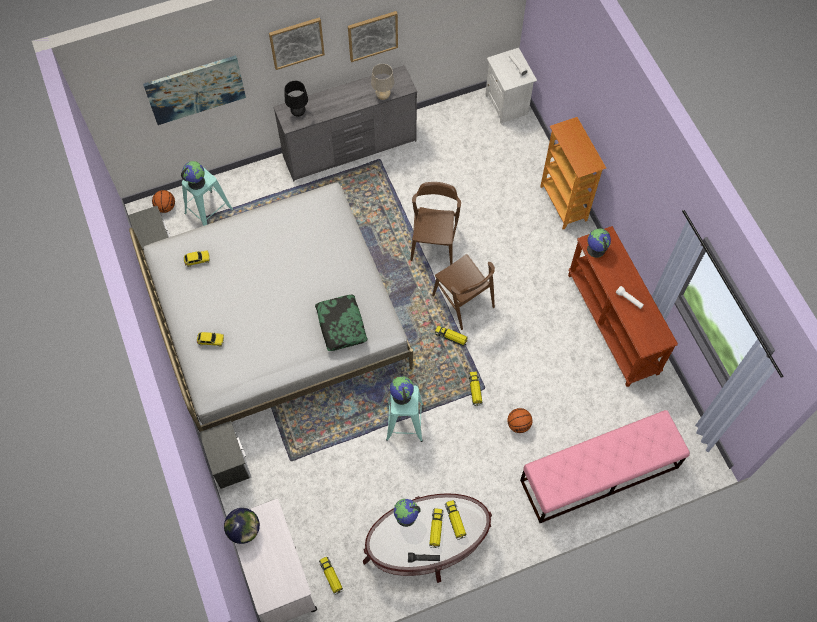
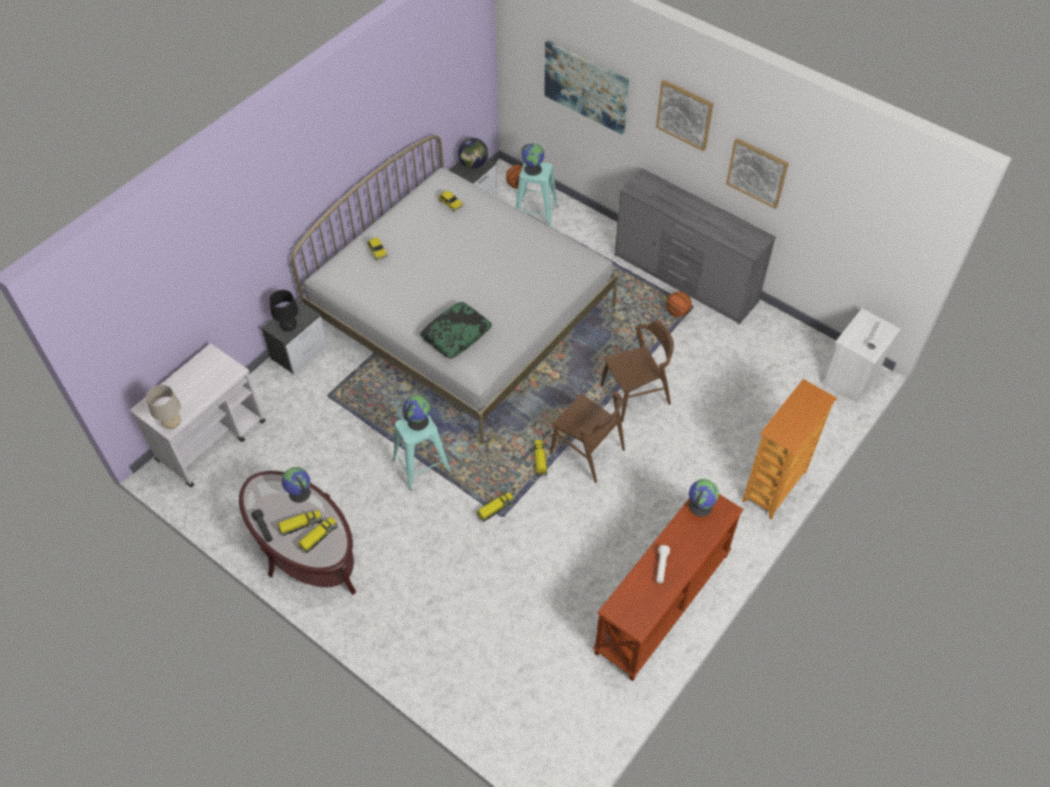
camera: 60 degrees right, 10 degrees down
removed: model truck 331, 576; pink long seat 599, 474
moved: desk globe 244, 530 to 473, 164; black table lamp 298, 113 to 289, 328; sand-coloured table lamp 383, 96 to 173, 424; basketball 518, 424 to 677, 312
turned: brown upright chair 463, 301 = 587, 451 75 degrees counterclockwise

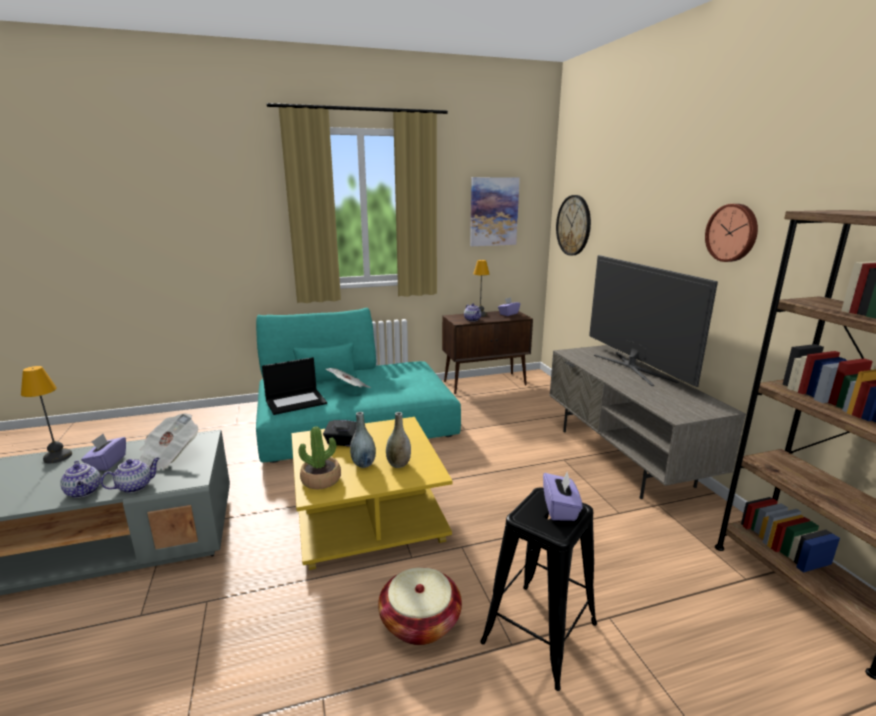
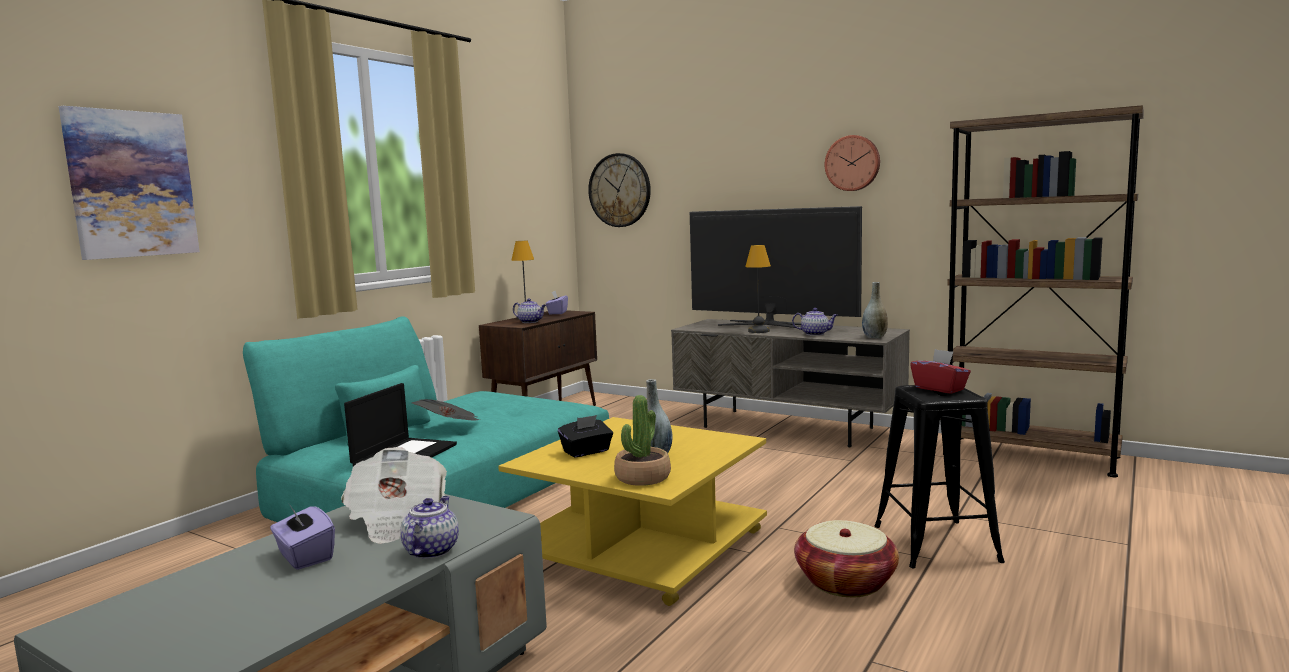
camera: 40 degrees left, 10 degrees down
moved: table lamp 57, 457 to 758, 331; tea pot 84, 492 to 815, 334; greyish decorative vase 398, 464 to 874, 337; wall picture 493, 212 to 131, 184
recoloured: purple box of tissues 560, 508 to red-coloured box of tissues 940, 389

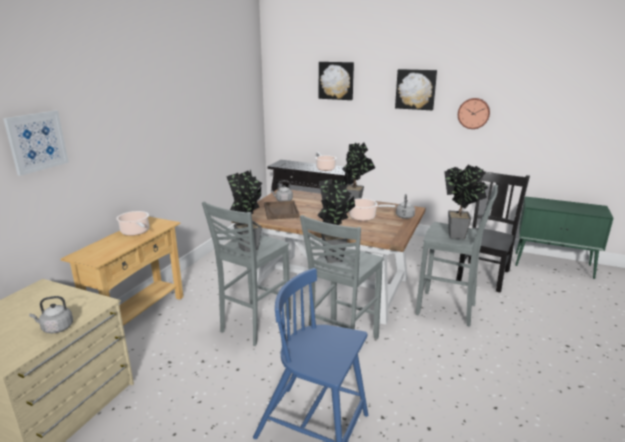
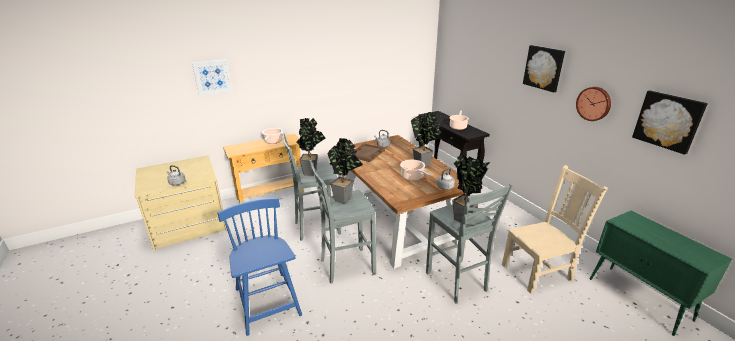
camera: 40 degrees right, 5 degrees up
moved: wall picture 336, 80 to 668, 121
recoloured: black upright chair 484, 275 to sand-coloured upright chair 538, 272

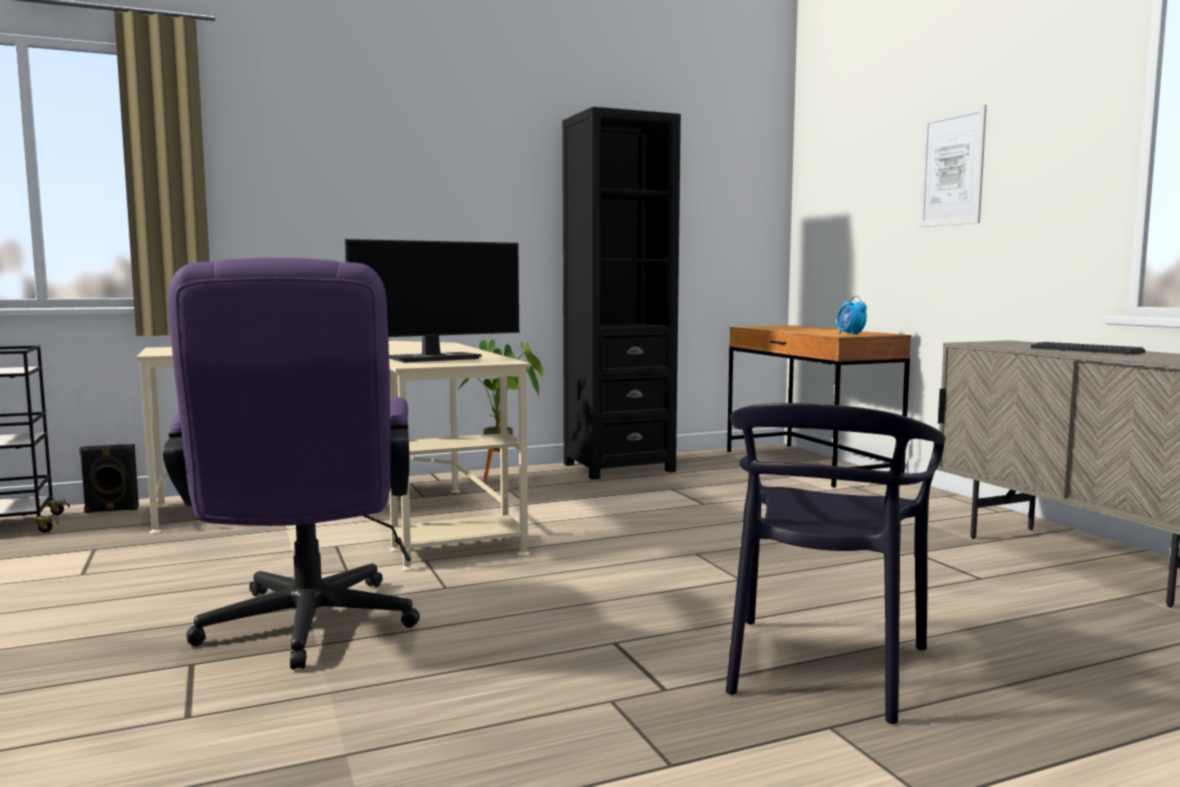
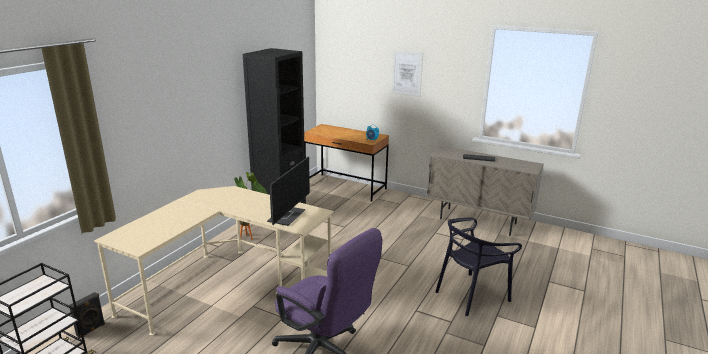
camera: 40 degrees left, 15 degrees up
turned: black upright chair 822, 666 = 471, 295 75 degrees clockwise

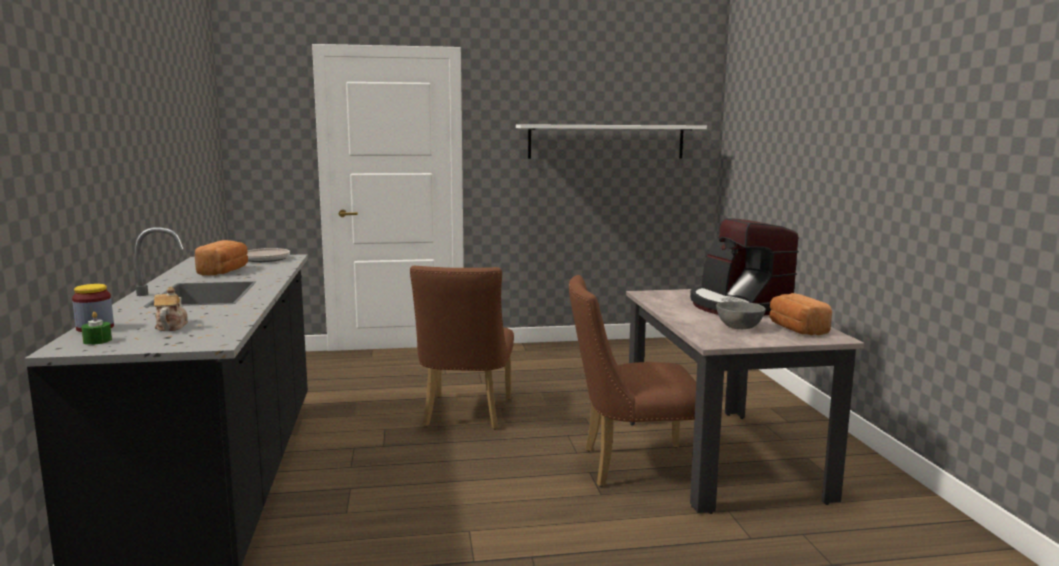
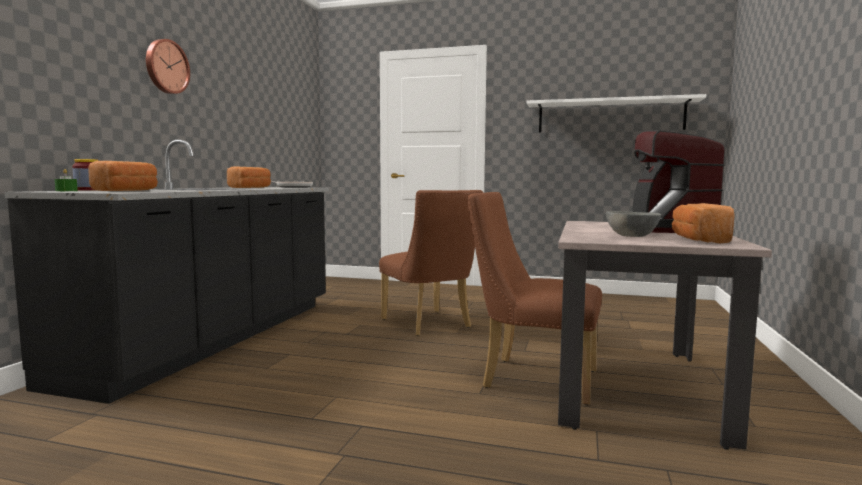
camera: 25 degrees right, 5 degrees down
added: hanging clock 166, 67
replaced: tea pot 171, 326 to baked bread 127, 190
turned: brown upright chair 465, 415 = 429, 325 60 degrees counterclockwise

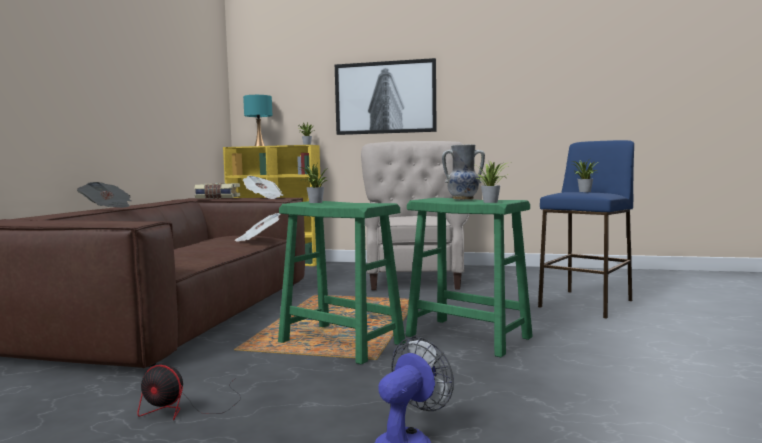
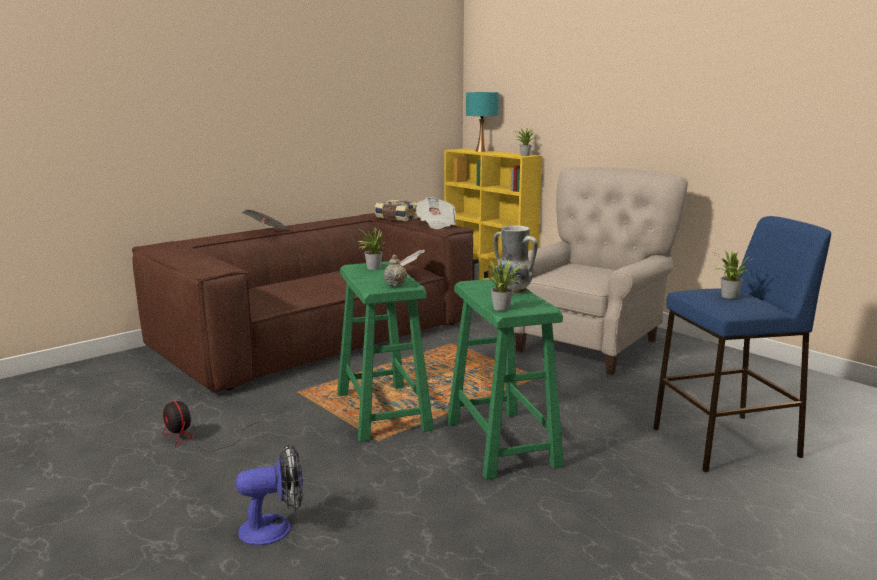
camera: 35 degrees right, 10 degrees up
removed: wall picture 385, 97
added: sand-coloured tea pot 395, 284

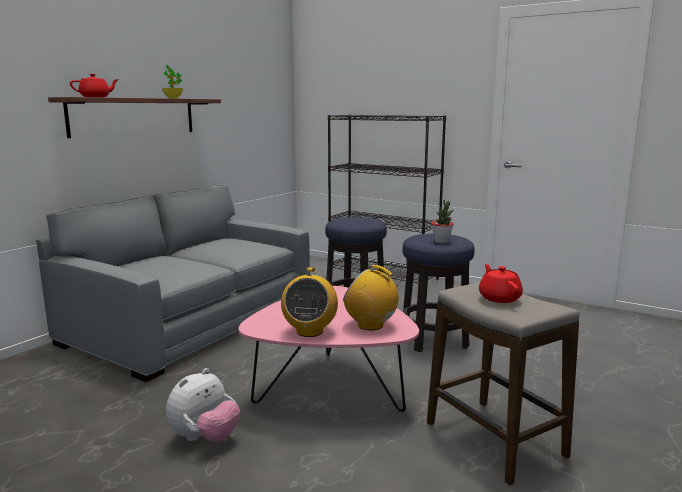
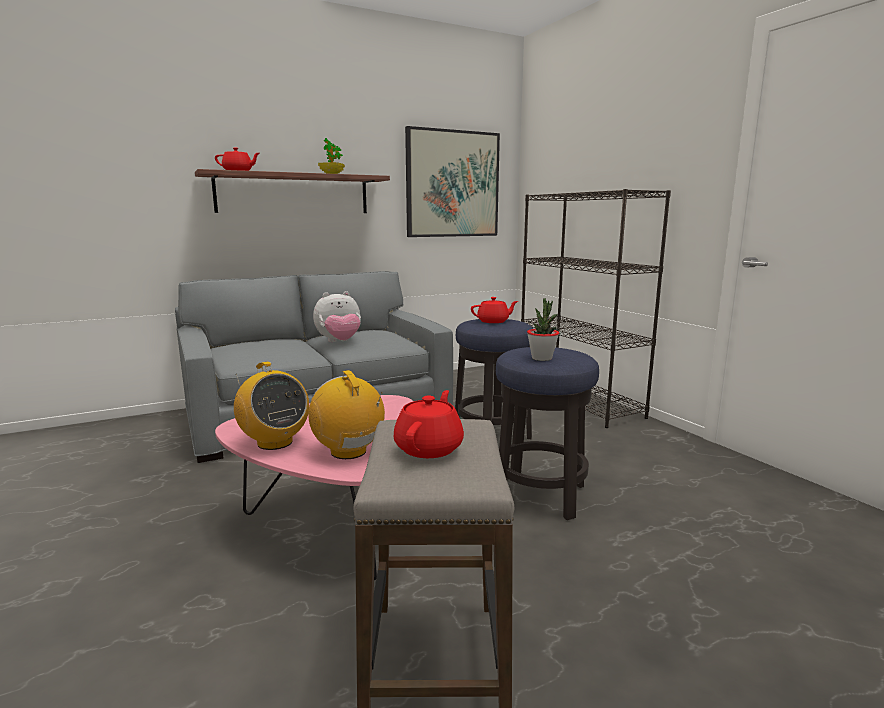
camera: 30 degrees right, 0 degrees up
added: wall picture 452, 184; red-coloured tea pot 493, 321
moved: soft toy 205, 438 to 339, 342
turned: radio 309, 331 = 274, 442 75 degrees counterclockwise

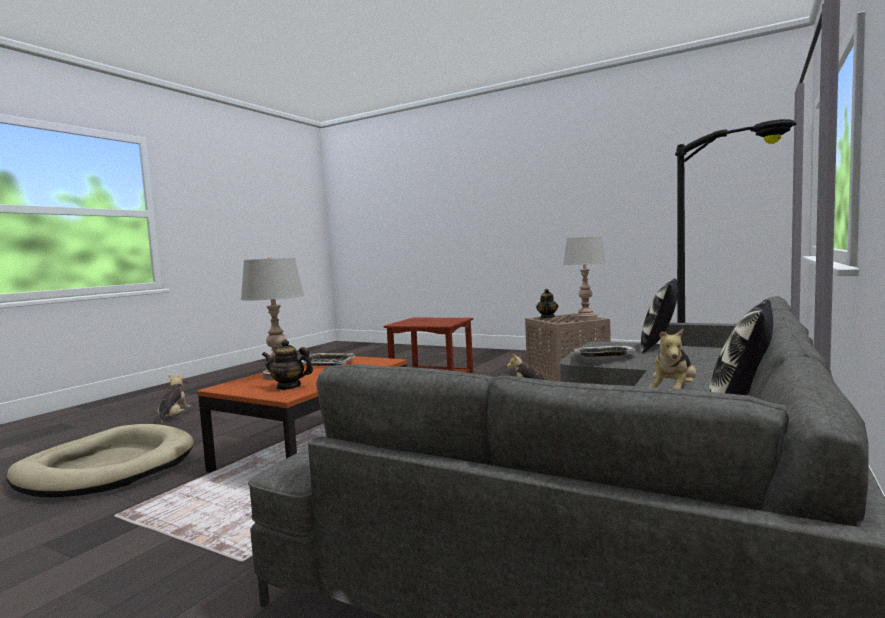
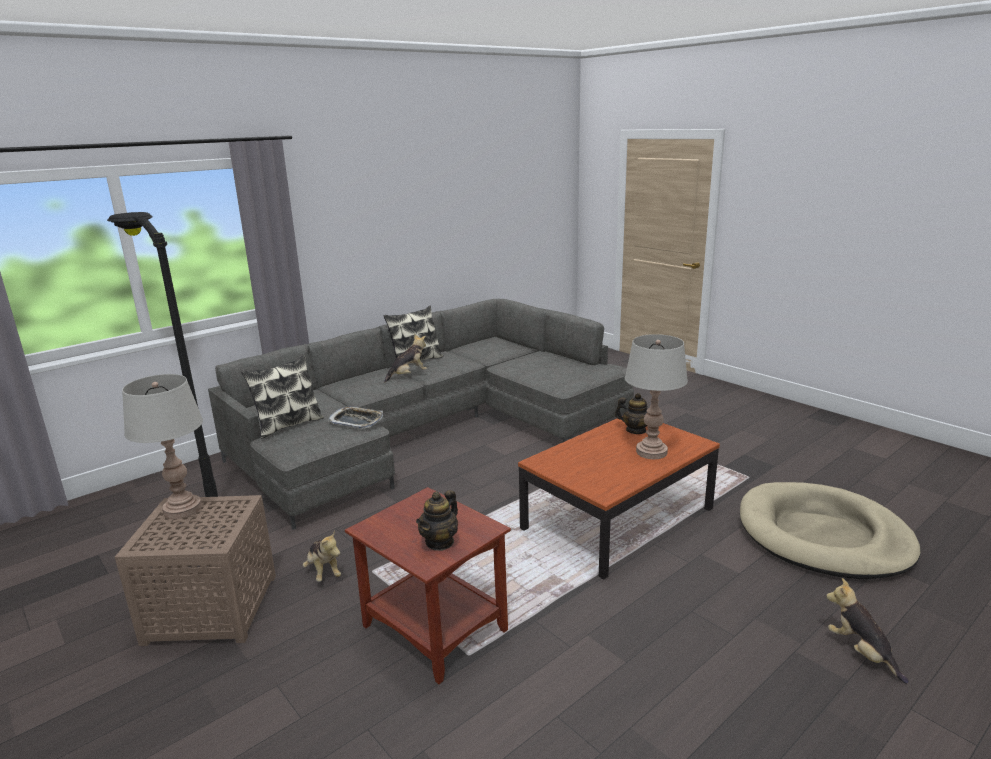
camera: 160 degrees left, 15 degrees up
removed: tray 326, 363
moved: tea pot 547, 317 to 440, 542
turned: soft toy 173, 418 = 861, 652 135 degrees clockwise

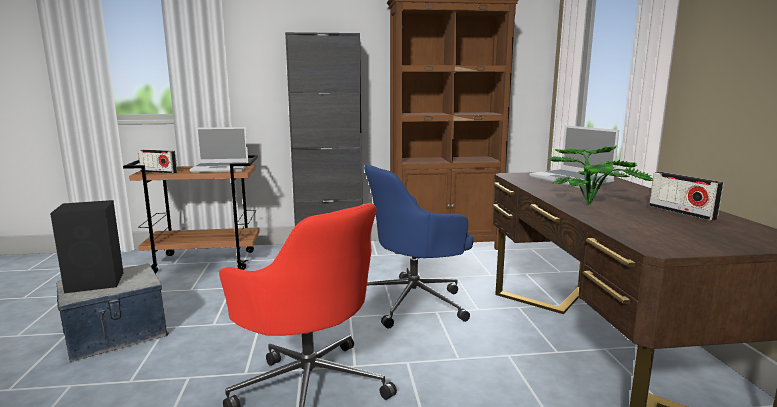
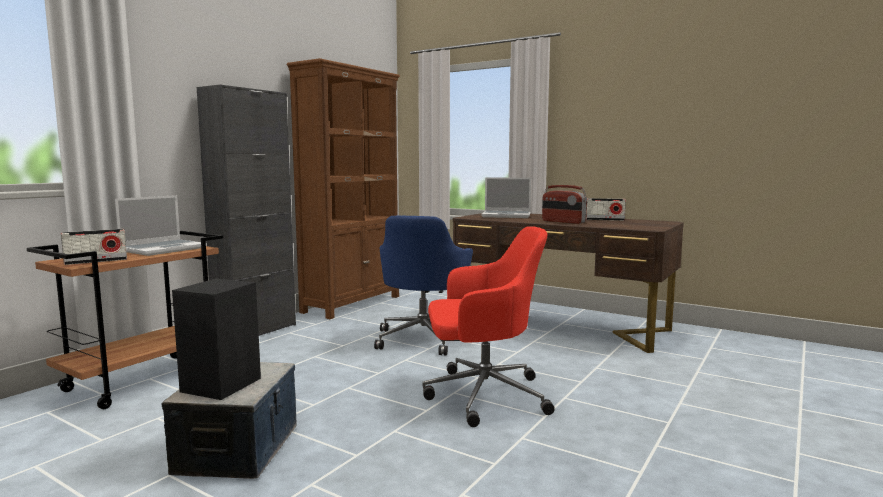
camera: 50 degrees left, 5 degrees down
replaced: plant in a pot 591, 203 to radio 563, 222

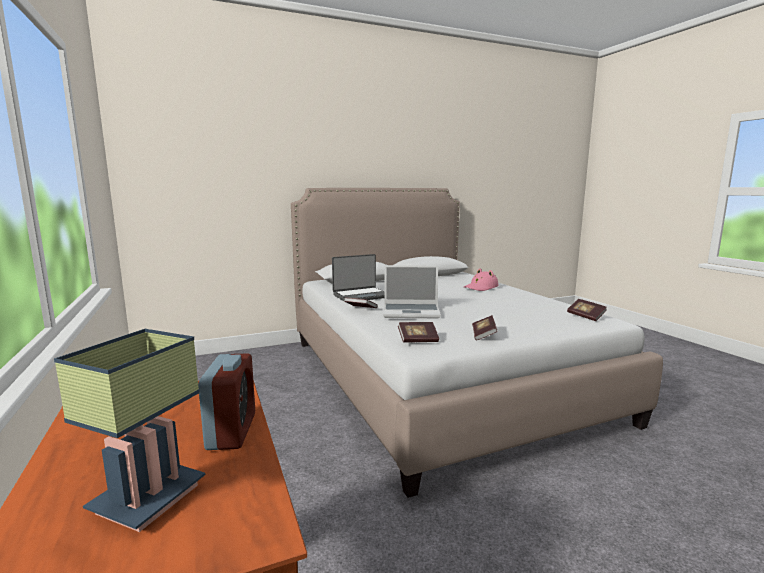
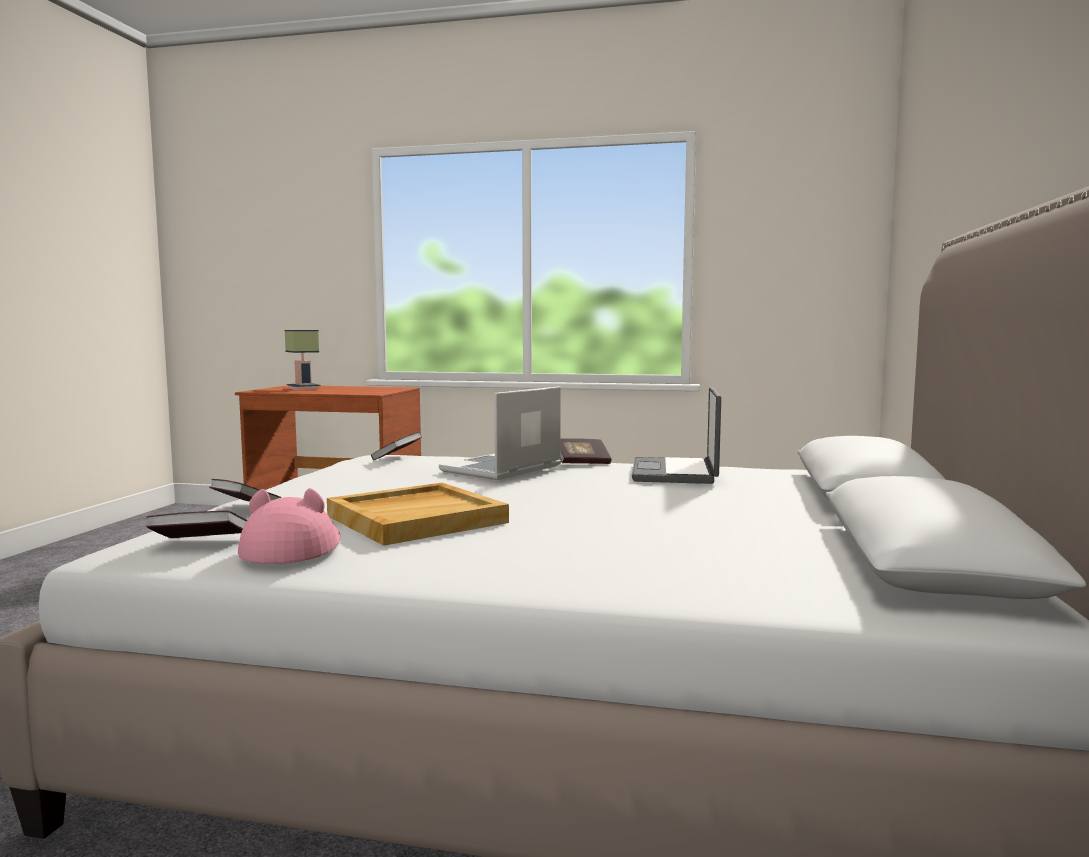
camera: 125 degrees right, 5 degrees down
removed: table clock 232, 431
added: sand-coloured tray 417, 519
moved: pink wearable hat 481, 287 to 293, 548; book 483, 335 to 245, 508

